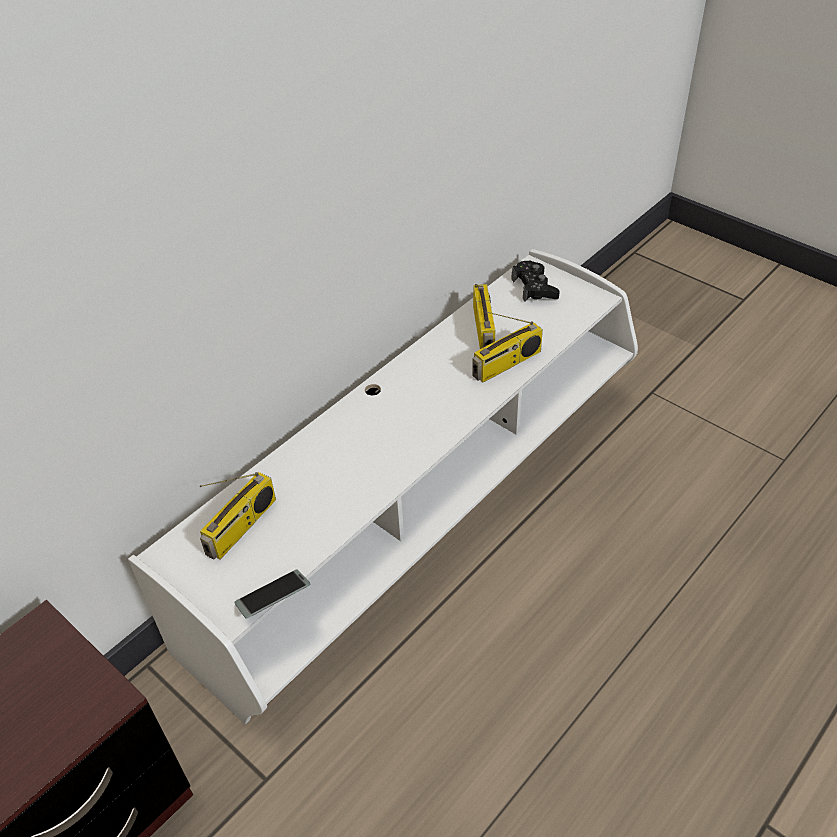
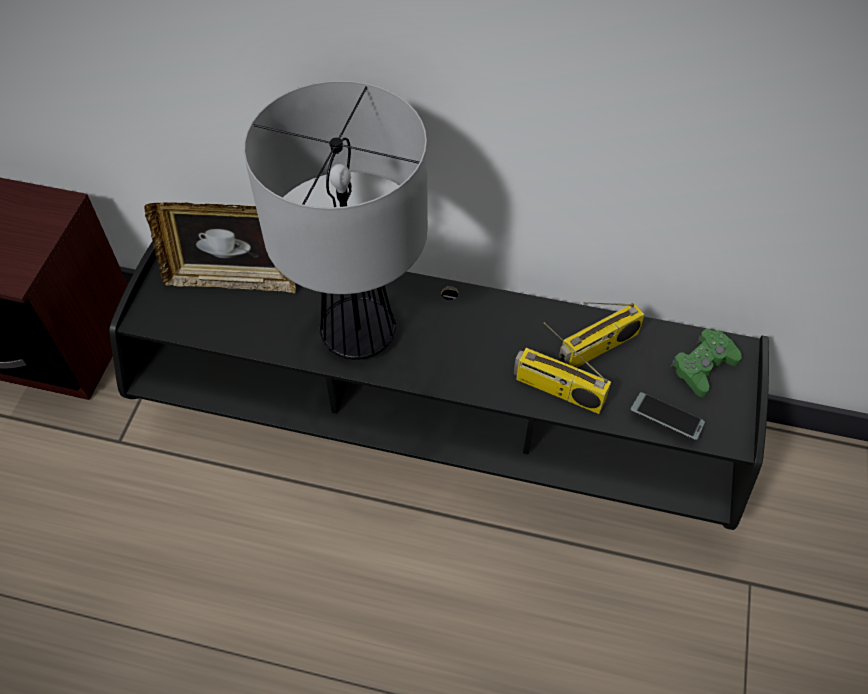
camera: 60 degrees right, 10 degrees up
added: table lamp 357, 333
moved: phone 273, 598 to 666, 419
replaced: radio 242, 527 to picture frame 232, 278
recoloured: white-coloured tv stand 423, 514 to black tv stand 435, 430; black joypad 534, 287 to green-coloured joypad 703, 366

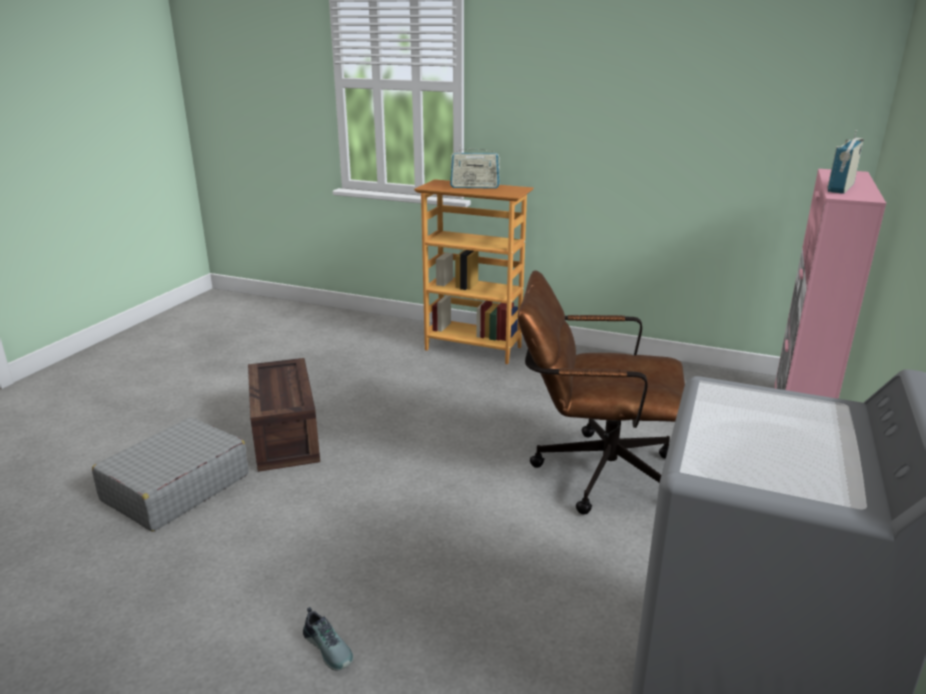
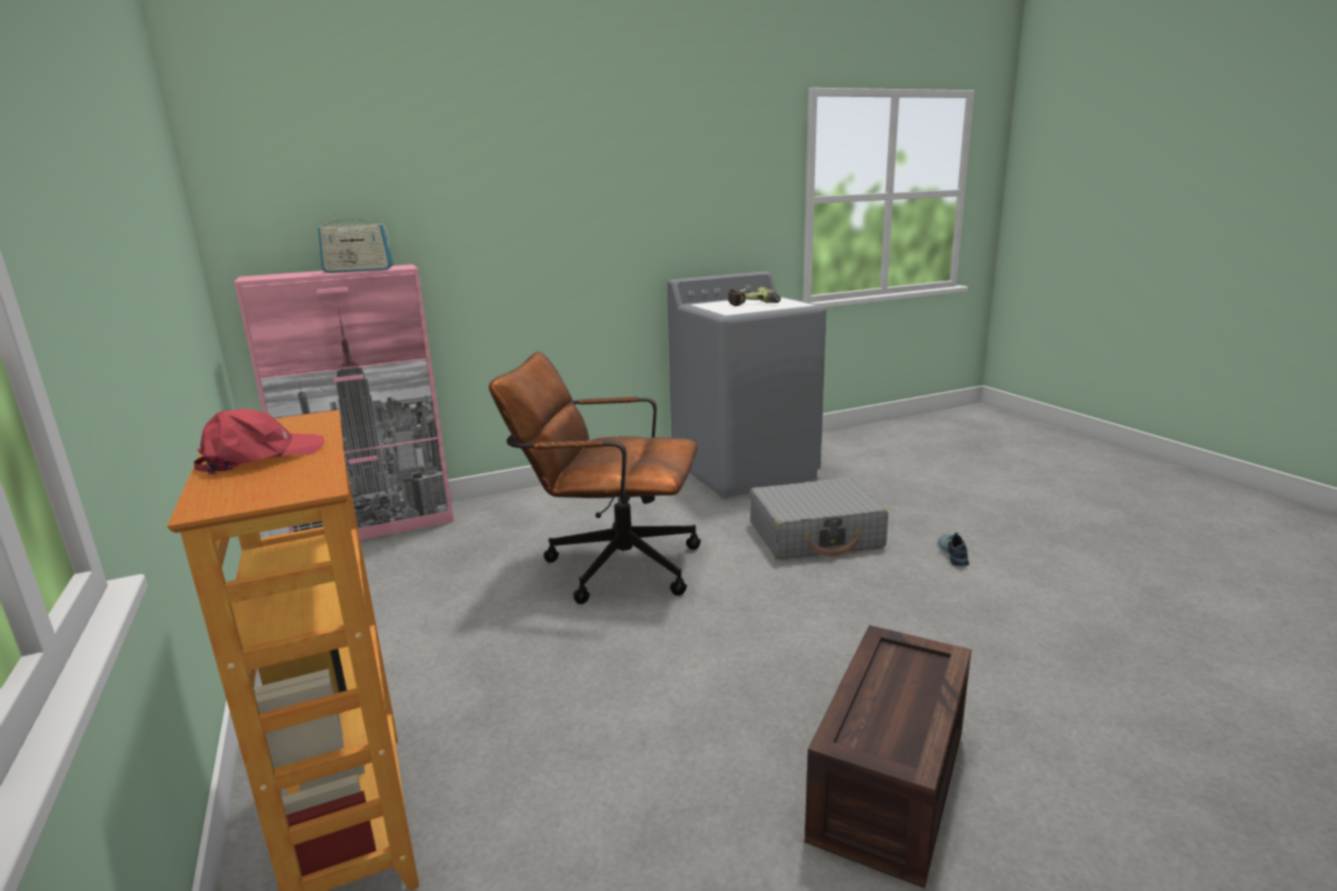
camera: 135 degrees left, 5 degrees down
added: power drill 754, 304
moved: greyish piece of luggage 175, 488 to 816, 535
replaced: radio 474, 187 to red-coloured cap 259, 457
turned: brown computer chair 593, 472 = 610, 564 135 degrees clockwise

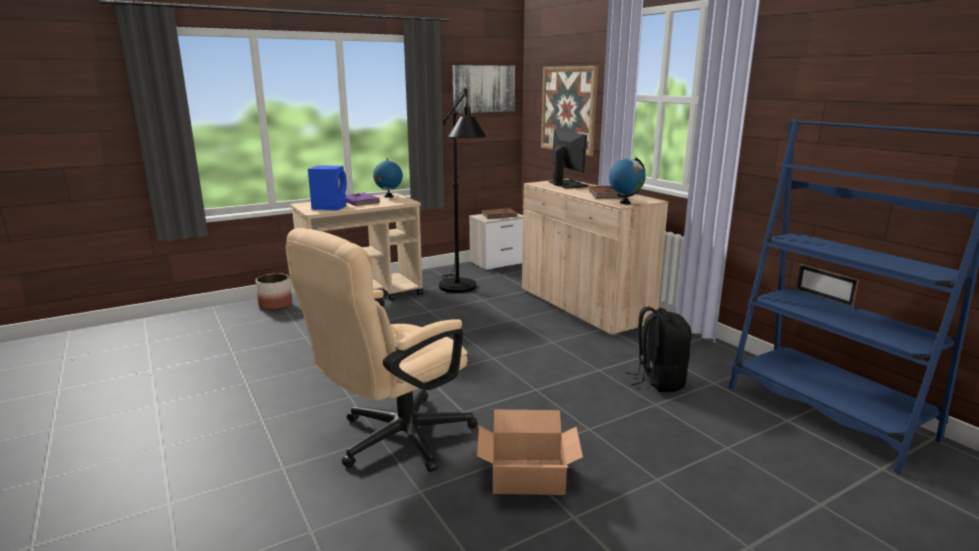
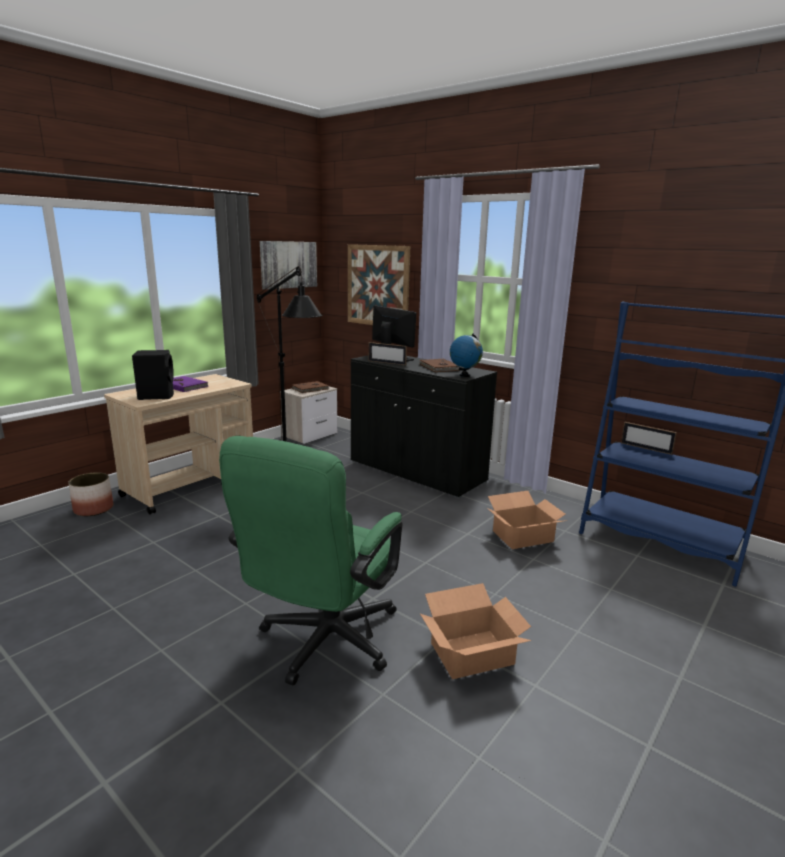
camera: 20 degrees left, 0 degrees up
removed: desk globe 388, 196
added: picture frame 387, 363
replaced: black backpack 658, 381 to carton 522, 536
recoloured: sand-coloured computer chair 393, 441 to green-coloured computer chair 322, 644; blue-coloured speaker 330, 207 to black speaker 156, 395; sand-coloured cupboard 583, 306 to black cupboard 416, 472

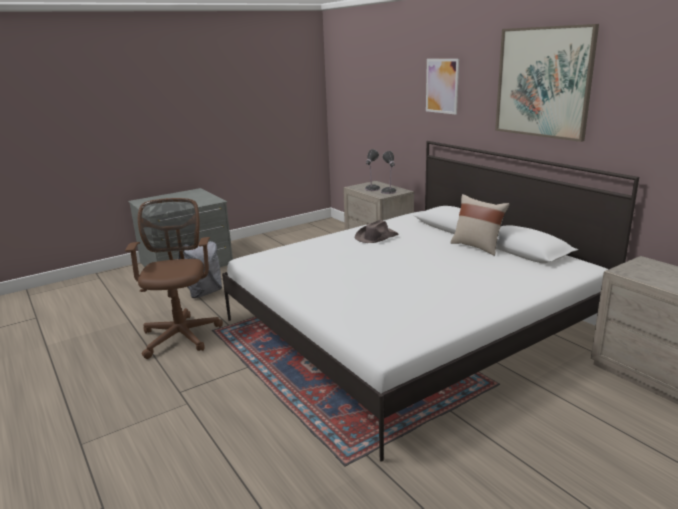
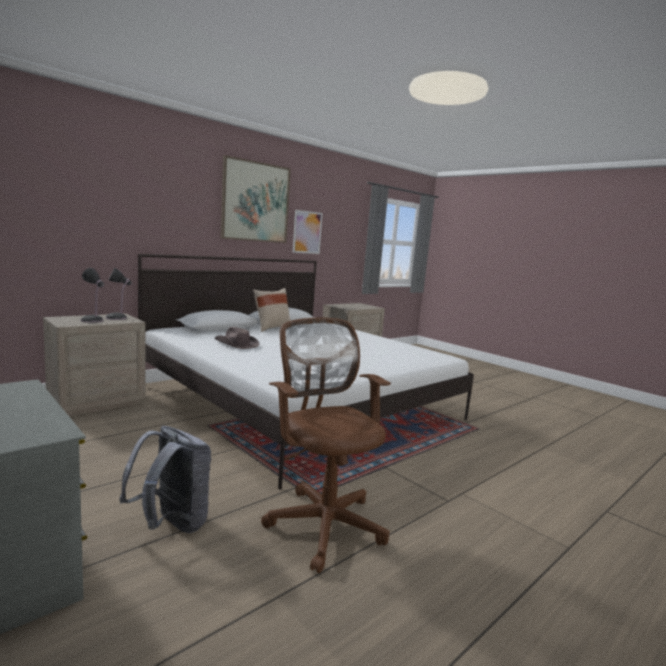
camera: 100 degrees left, 10 degrees down
moved: wall picture 442, 86 to 307, 232
turned: brown computer chair 181, 334 = 323, 522 75 degrees clockwise

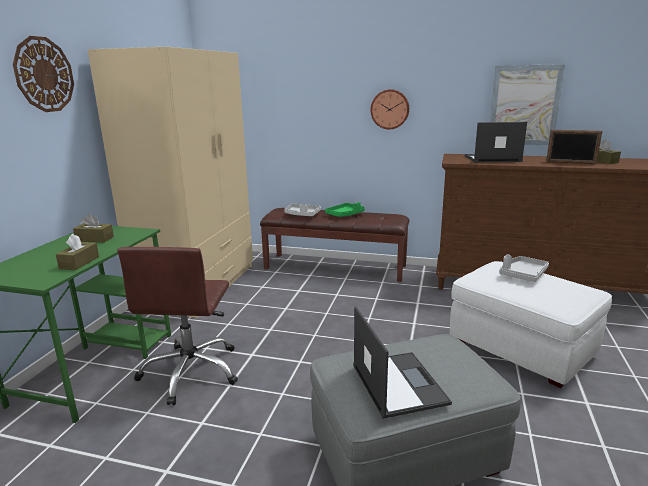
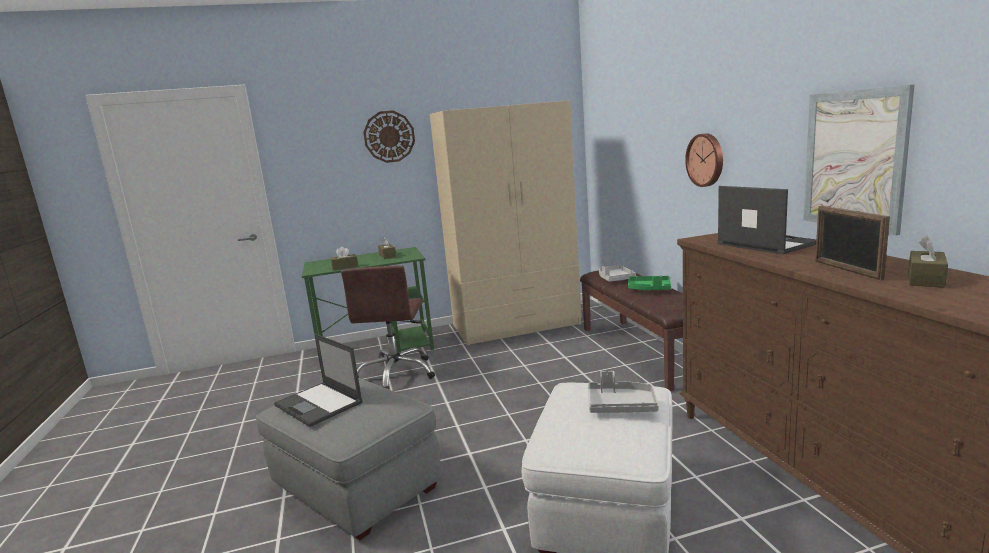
camera: 60 degrees right, 5 degrees down
turned: brown computer chair 191, 371 = 396, 374 60 degrees counterclockwise; laptop 397, 383 = 319, 404 90 degrees clockwise

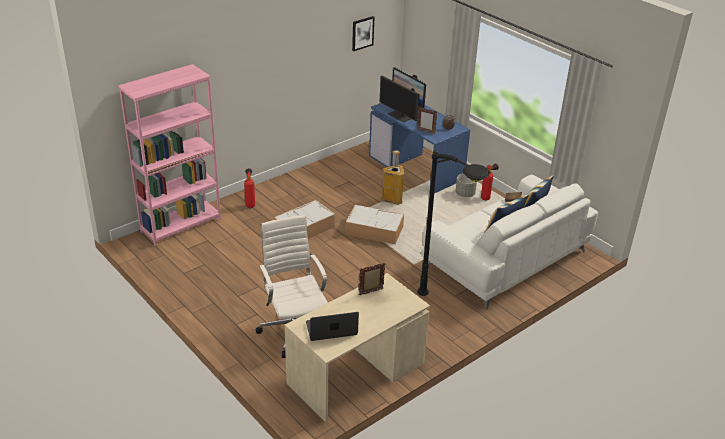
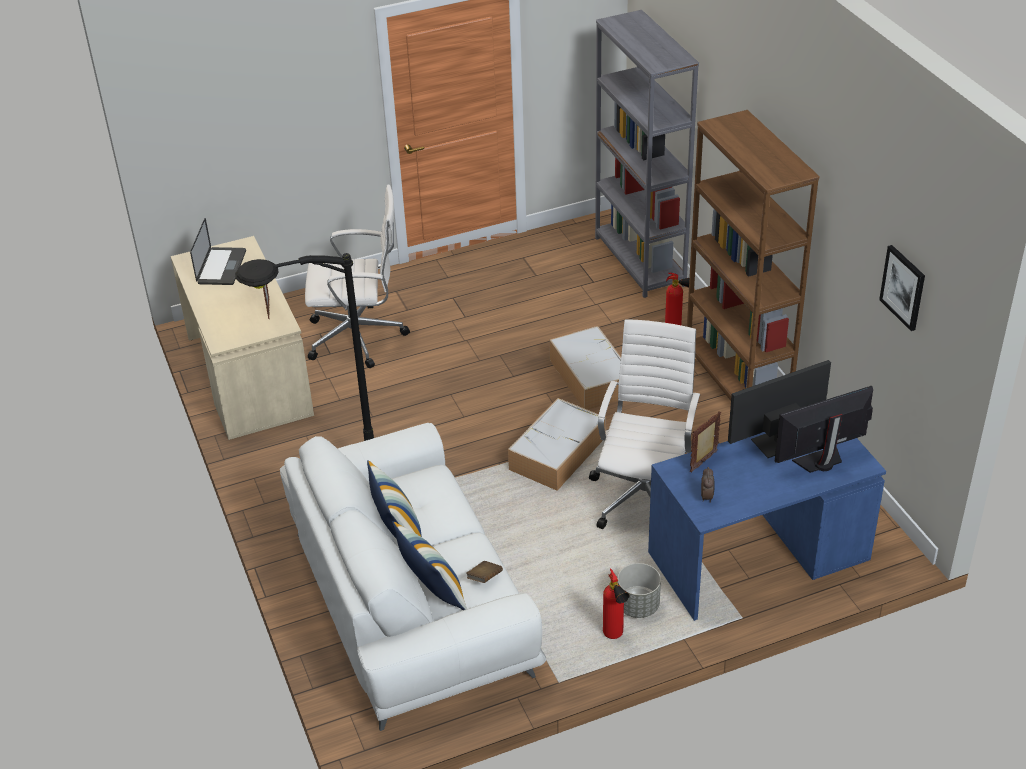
camera: 110 degrees right, 5 degrees up
added: brown bookcase 737, 381
replaced: trash can 392, 200 to white-coloured computer chair 645, 495
recoloured: pink bookcase 181, 225 to greyish bookcase 640, 261

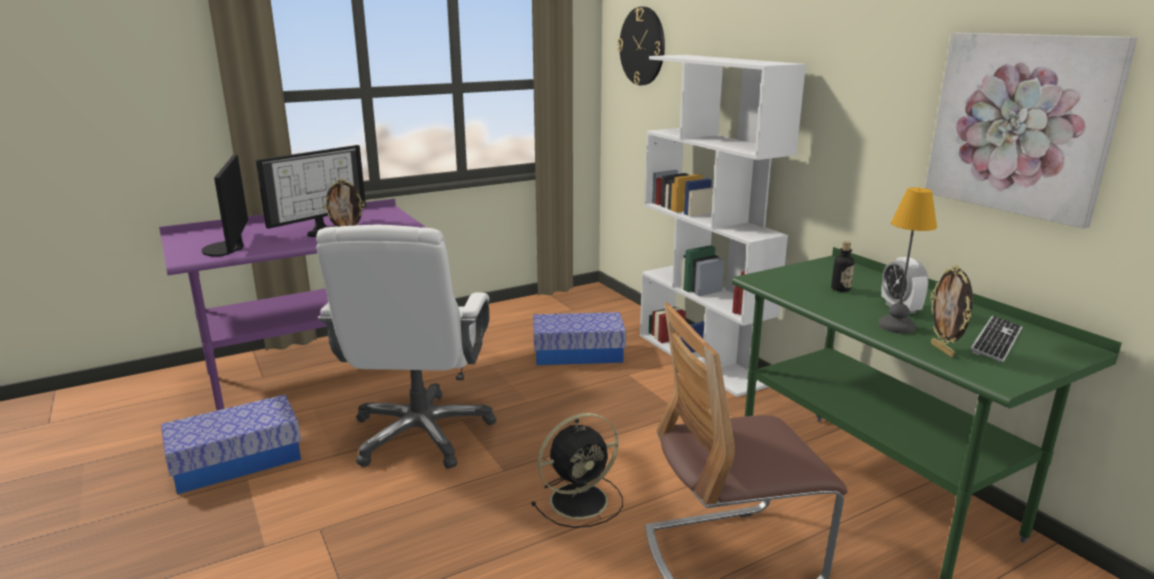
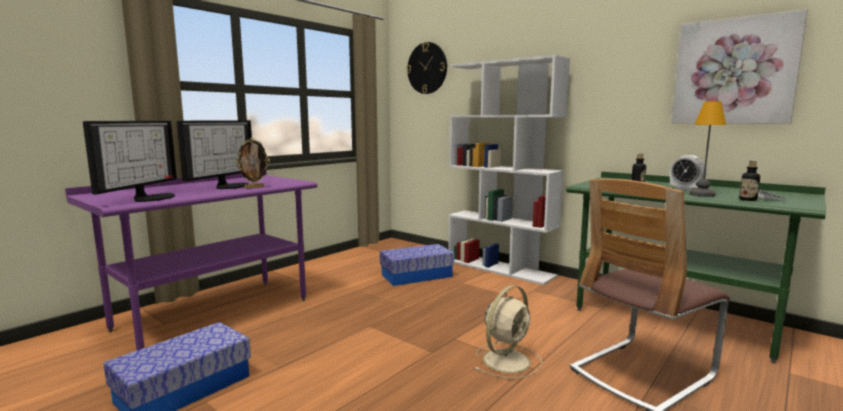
camera: 20 degrees left, 10 degrees down
removed: white-coloured computer chair 421, 434
replaced: picture frame 943, 350 to bottle 747, 200
recoloured: black fan 581, 500 to sand-coloured fan 507, 360
turned: monitor 227, 249 = 151, 197 135 degrees counterclockwise

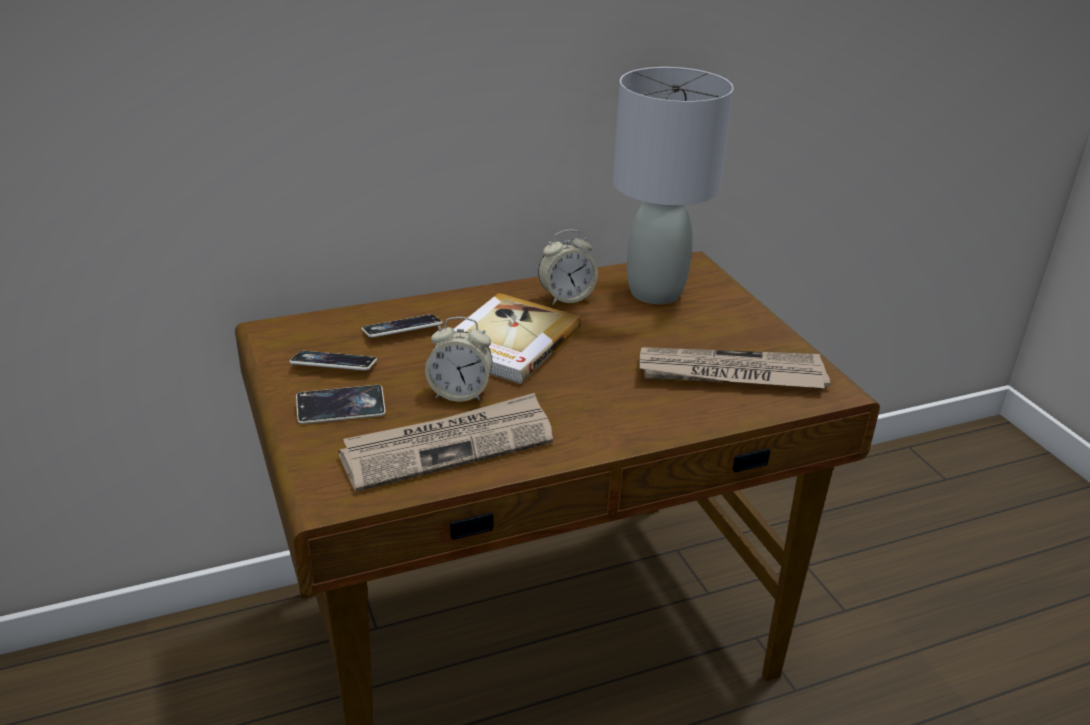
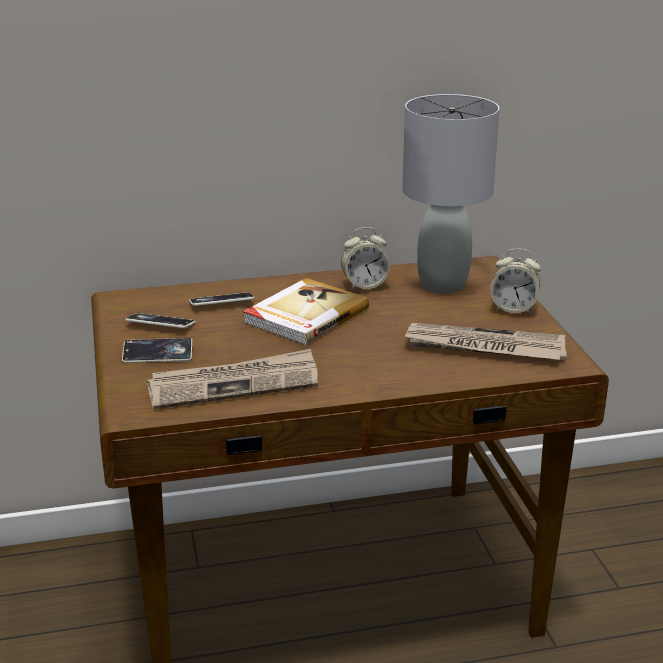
camera: 10 degrees right, 5 degrees down
moved: table clock 460, 393 to 513, 309

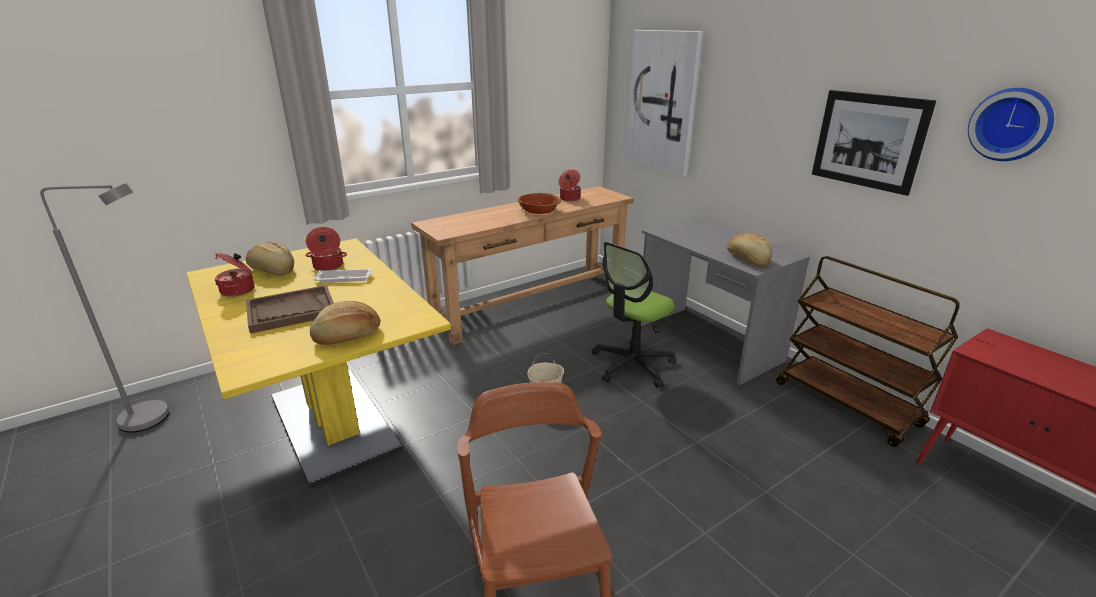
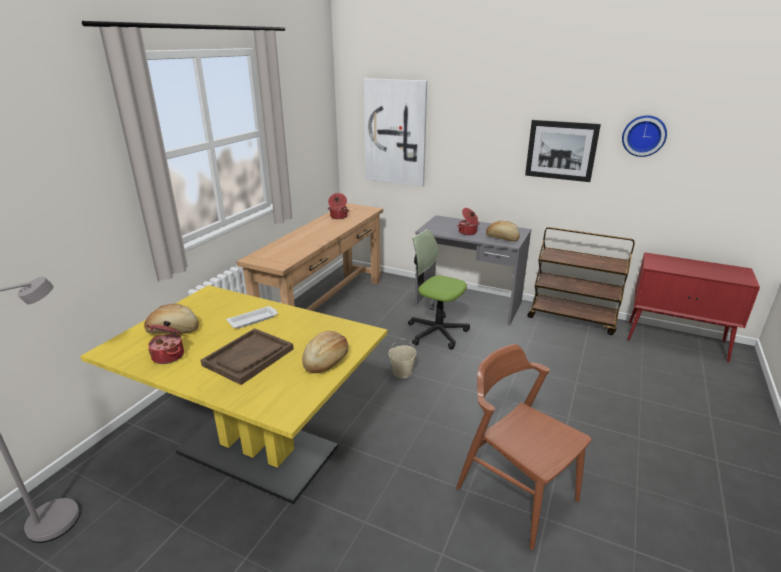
camera: 30 degrees left, 0 degrees up
removed: bowl 539, 211
moved: saucepot 328, 266 to 468, 232
turned: computer chair 632, 365 = 437, 332 105 degrees clockwise

